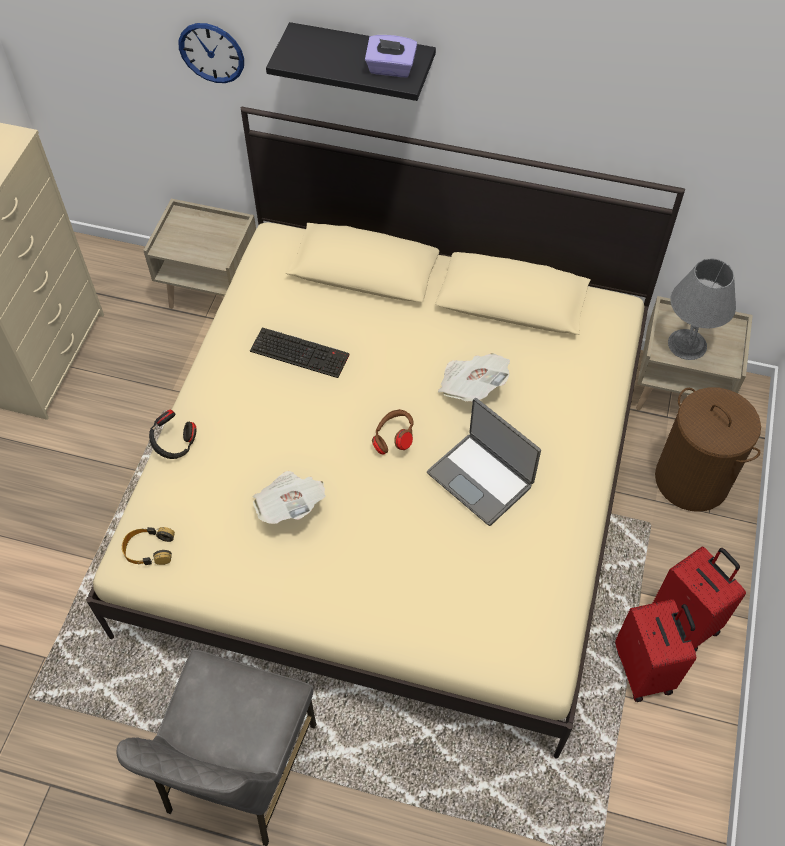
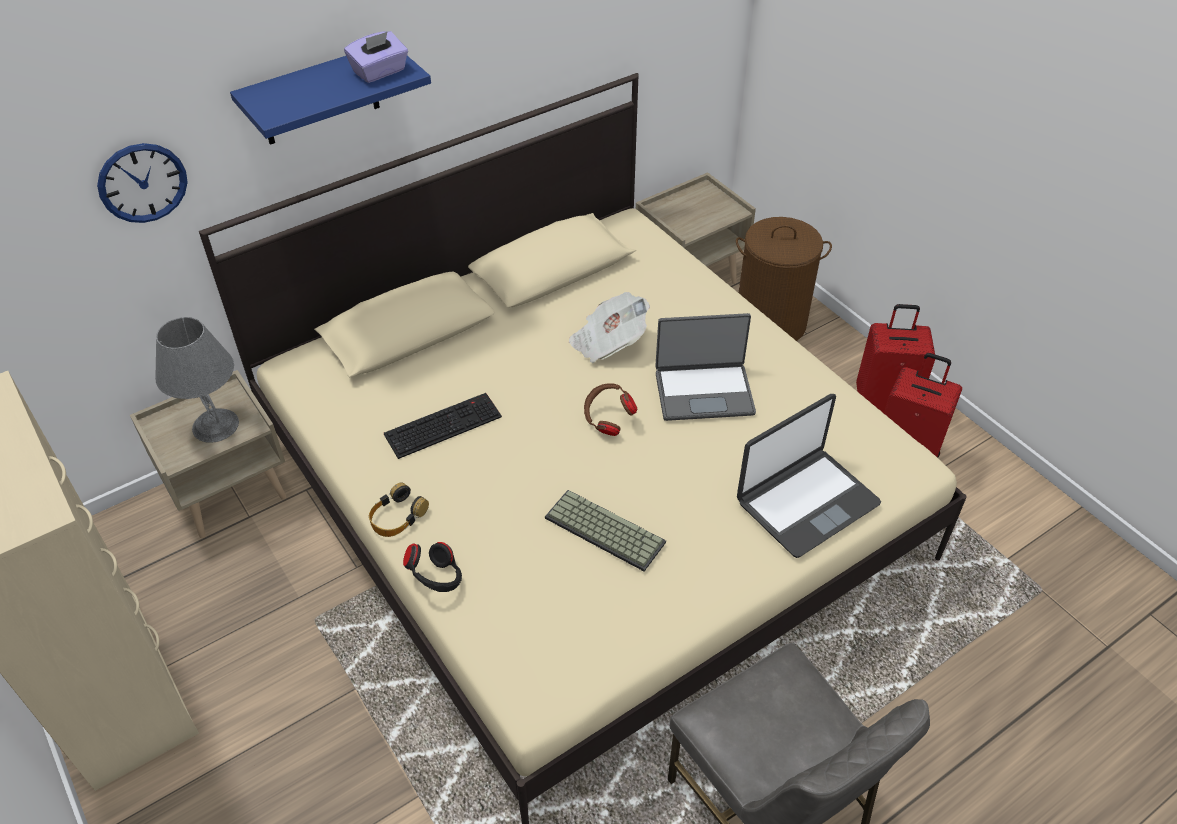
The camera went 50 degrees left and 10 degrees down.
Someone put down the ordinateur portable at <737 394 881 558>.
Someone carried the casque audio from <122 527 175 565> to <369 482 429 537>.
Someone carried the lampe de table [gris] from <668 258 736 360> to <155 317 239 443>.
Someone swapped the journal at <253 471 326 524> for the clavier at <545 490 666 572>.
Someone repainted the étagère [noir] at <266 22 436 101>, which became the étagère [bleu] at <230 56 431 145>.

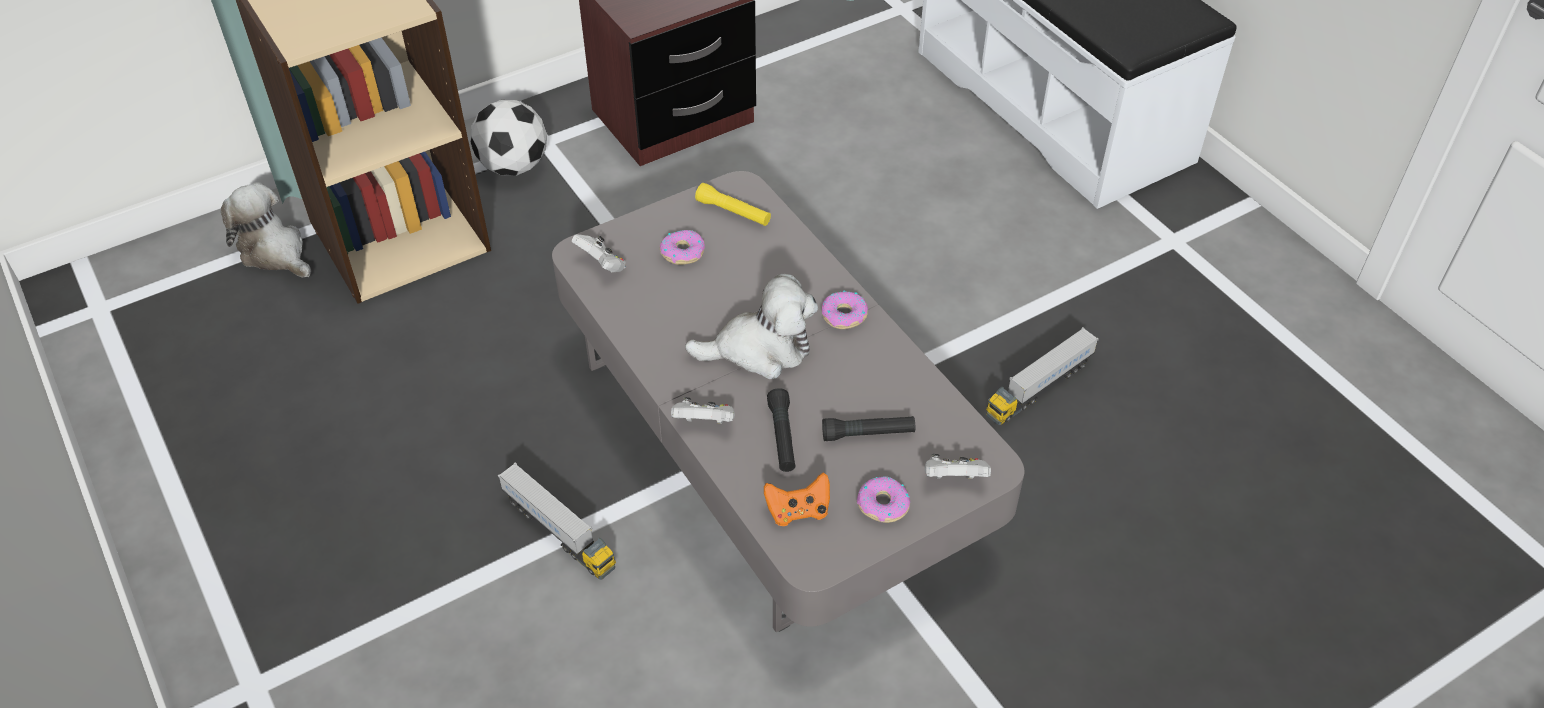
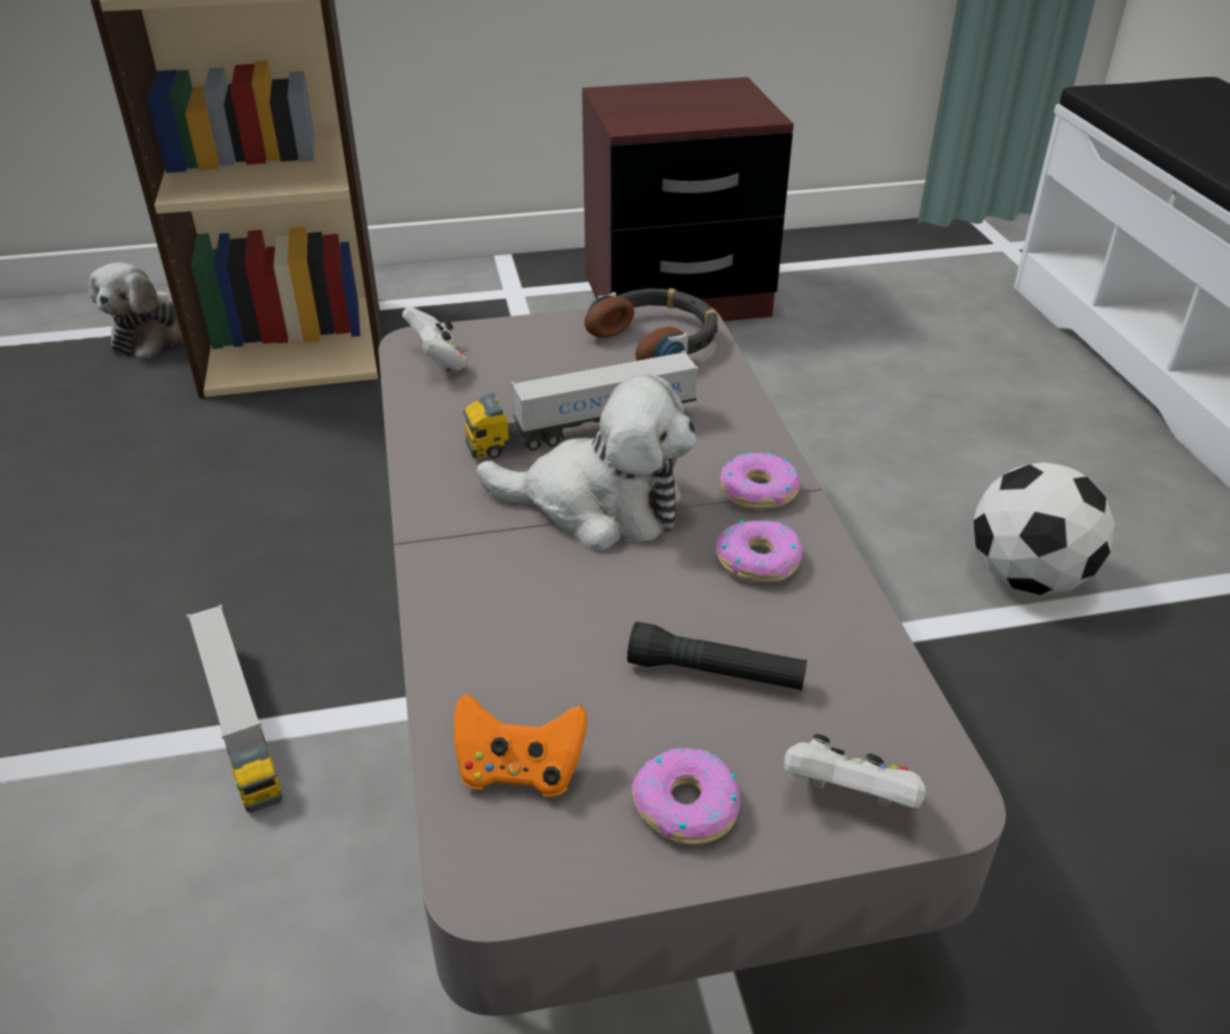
The camera went 20 degrees right and 10 degrees down.
Someone took away the manette [blanc] at <671 397 735 424>.
Someone took away the lampe de poche [noir] at <767 388 795 472>.
Someone carried the ballon de foot from <470 100 547 176> to <973 462 1115 595>.
Someone carried the beignet from <660 230 705 265> to <716 520 802 583>.
Someone carried the camion jouet from <986 327 1099 425> to <463 351 699 458>.
Someone swapped the lampe de poche [jaune] at <695 183 771 226> for the casque audio at <584 288 718 361>.
Someone rotated the peluche at <221 182 311 278> by 135 degrees counterclockwise.

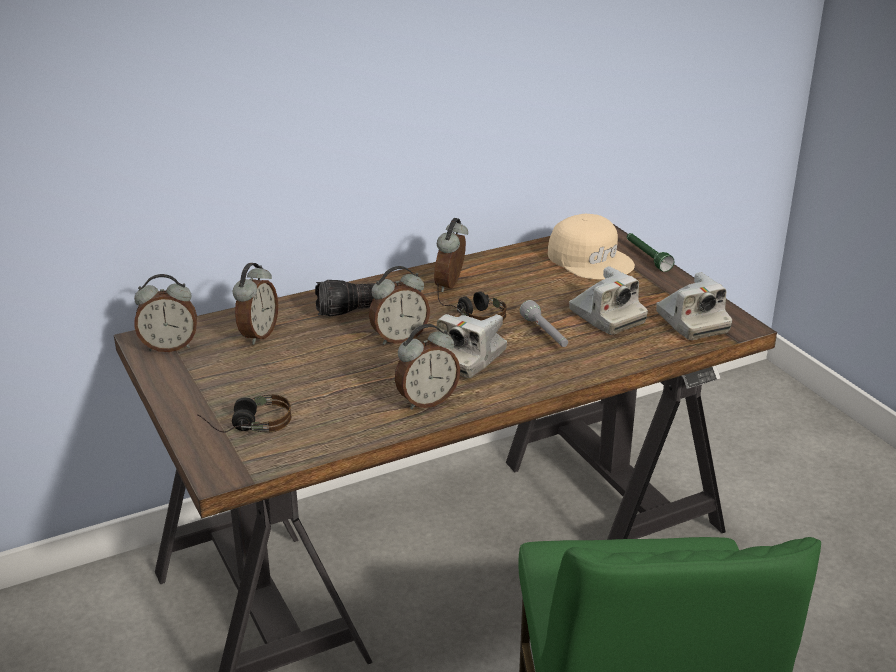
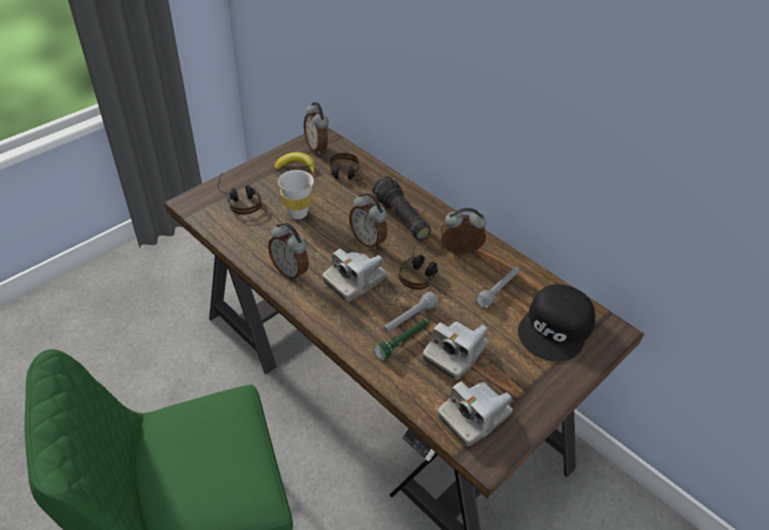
The camera went 70 degrees right and 15 degrees up.
Someone put down the banane at <275 152 315 174>.
Someone put down the tasse [blanc] at <278 170 314 219>.
Someone put down the lampe de poche [gris] at <476 267 520 308>.
Someone carried the lampe de poche [vert] from <627 233 674 272> to <374 318 430 361>.
Someone swapped the réveil at <233 263 278 344> for the casque audio at <329 153 363 182>.
Someone repainted the casquette [beige] at <548 214 635 280>, which became the casquette [noir] at <518 284 595 362>.
Someone rotated the appareil photo at <436 314 507 378> by 60 degrees counterclockwise.

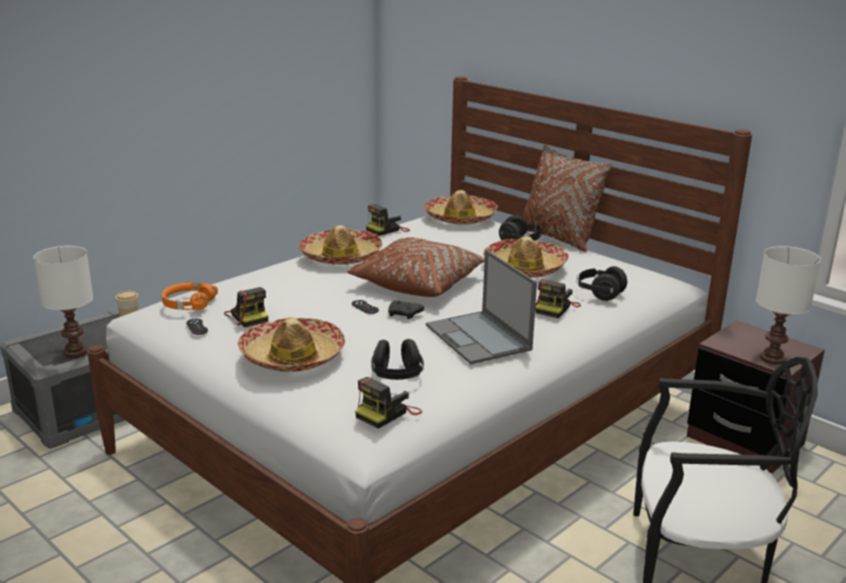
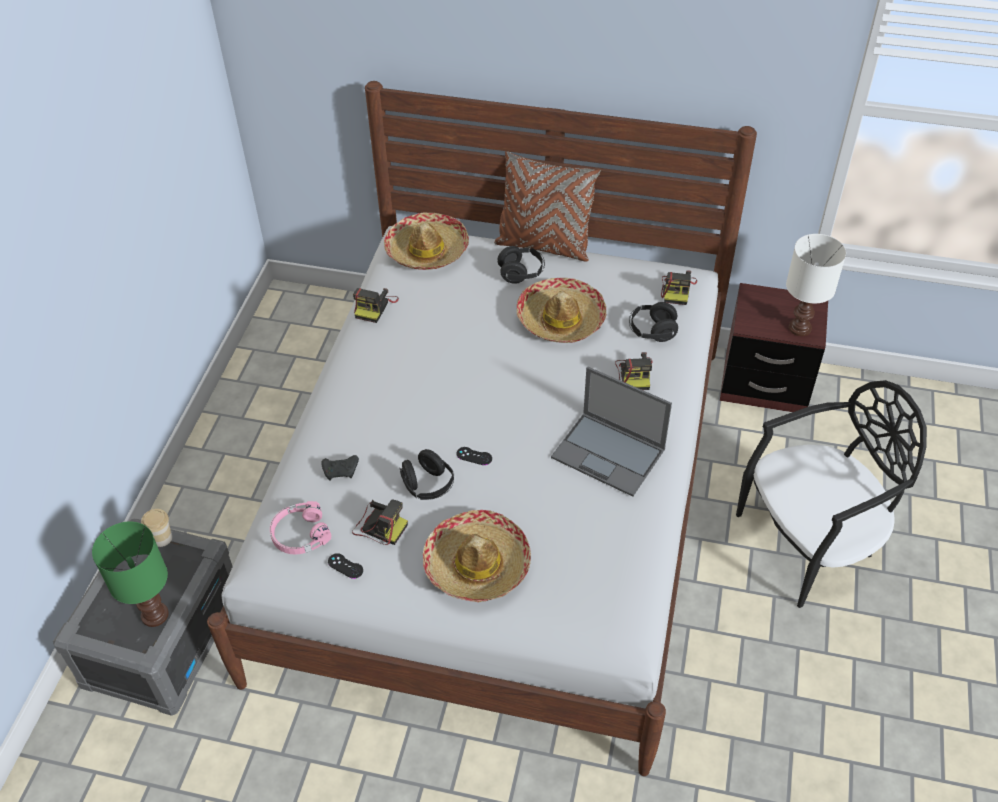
The camera went 30 degrees left and 25 degrees up.
Someone took away the chapeau at <298 225 382 265>.
Someone took away the coussin [marron] at <347 237 485 297>.
Someone carried the appareil photo from <355 377 422 429> to <661 270 697 305>.
Someone carried the casque audio [noir] from <371 339 424 380> to <400 449 454 500>.
Someone carried the manette [noir] from <388 300 424 319> to <321 455 359 481>.
Someone repainted the lampe de table [blanc] at <33 246 93 358>, which became the lampe de table [vert] at <92 522 169 627>.
Someone repainted the casque audio [orange] at <162 282 218 310>, which became the casque audio [rose] at <270 501 331 555>.

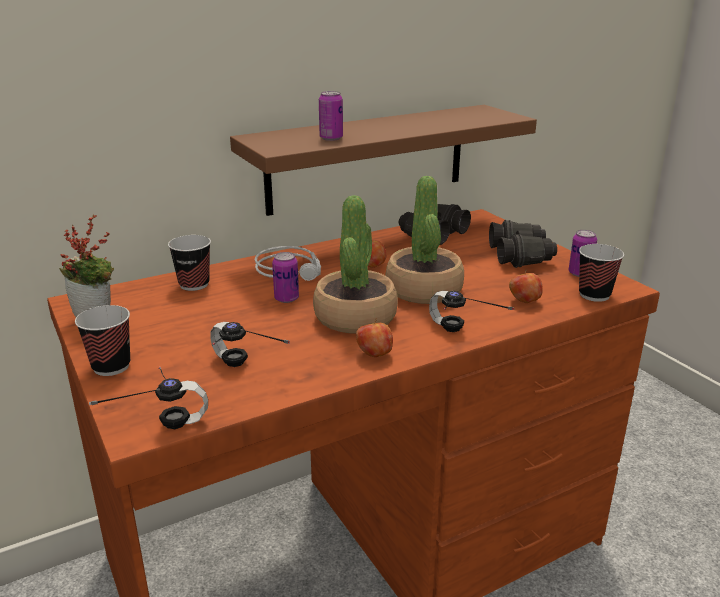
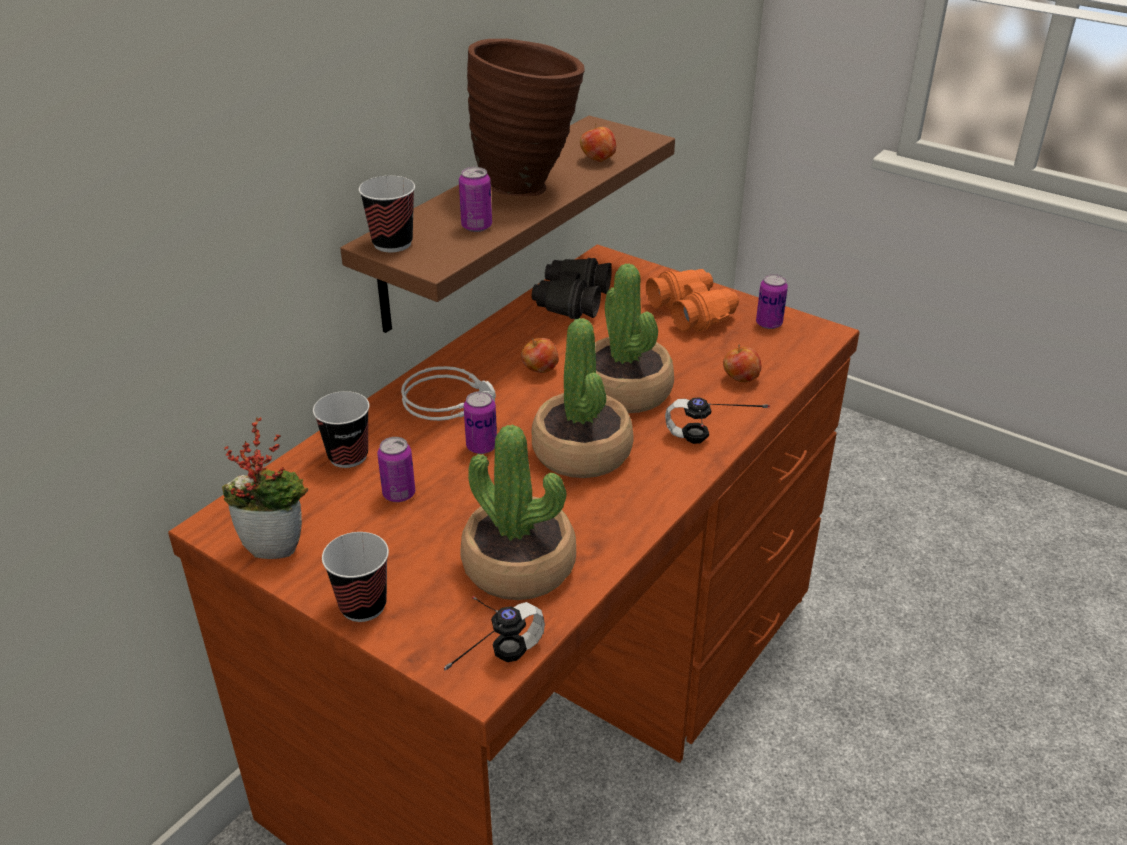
The camera went 25 degrees left and 10 degrees up.
Someone put down the boîte métallique at <377 437 415 502>.
Someone put down the vase [marron] at <467 39 585 196>.
Someone carried the pomme from <356 318 393 357> to <580 123 616 162>.
Someone carried the tasse from <579 244 624 302> to <359 176 415 252>.
Someone swapped the casque audio at <210 322 290 367> for the plante en pot at <460 425 576 600>.
Someone repainted the jumelles [noir] at <489 220 557 268>, which became the jumelles [orange] at <646 269 739 332>.

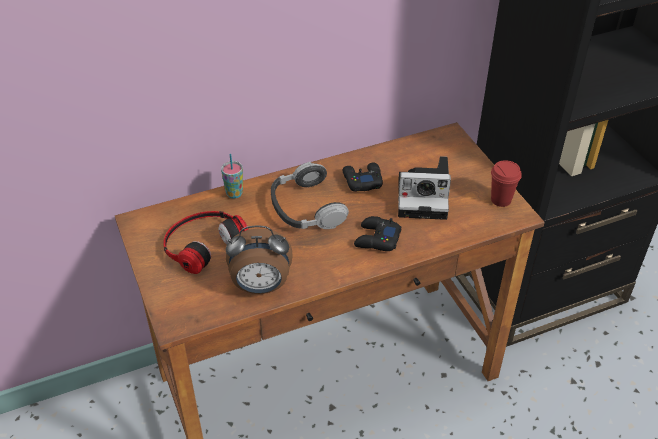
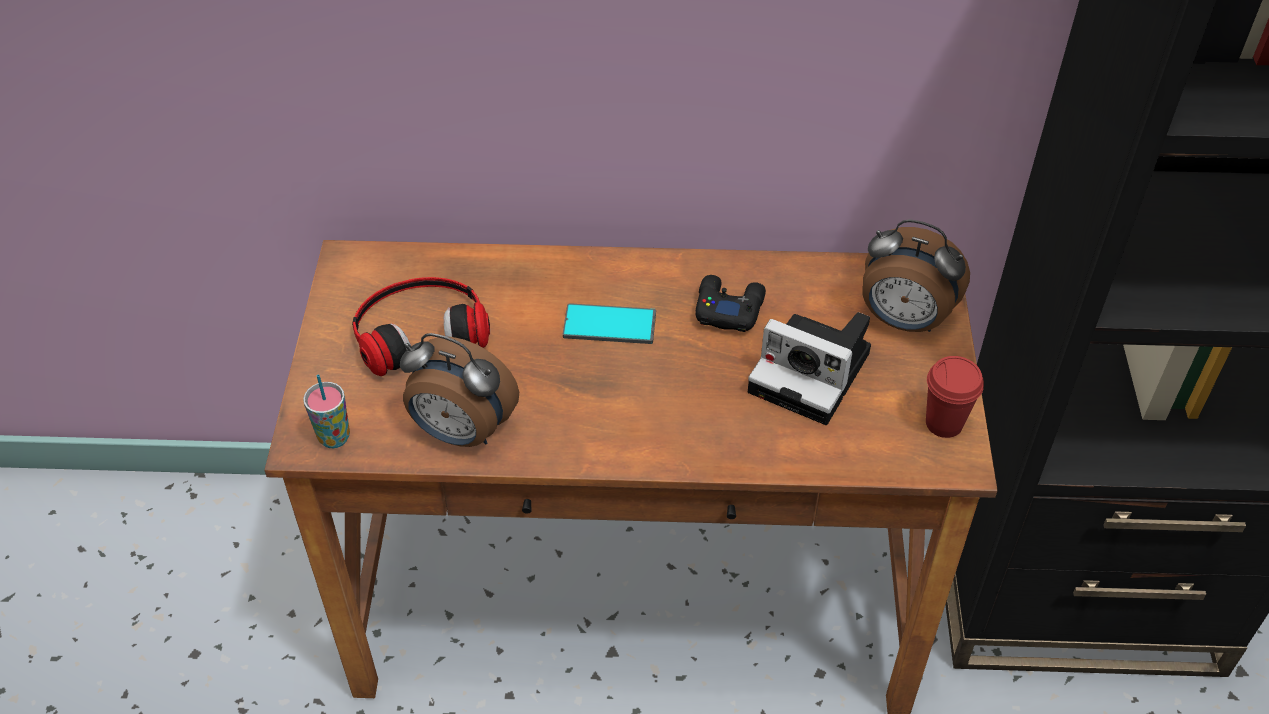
The camera went 25 degrees right and 5 degrees up.
Someone took away the manette [noir] at <354 216 401 251>.
Someone put down the réveil at <863 219 970 332>.
Someone carried the tasse from <221 154 243 199> to <303 375 350 448>.
Someone swapped the casque audio at <271 162 349 229> for the téléphone at <563 303 656 344>.

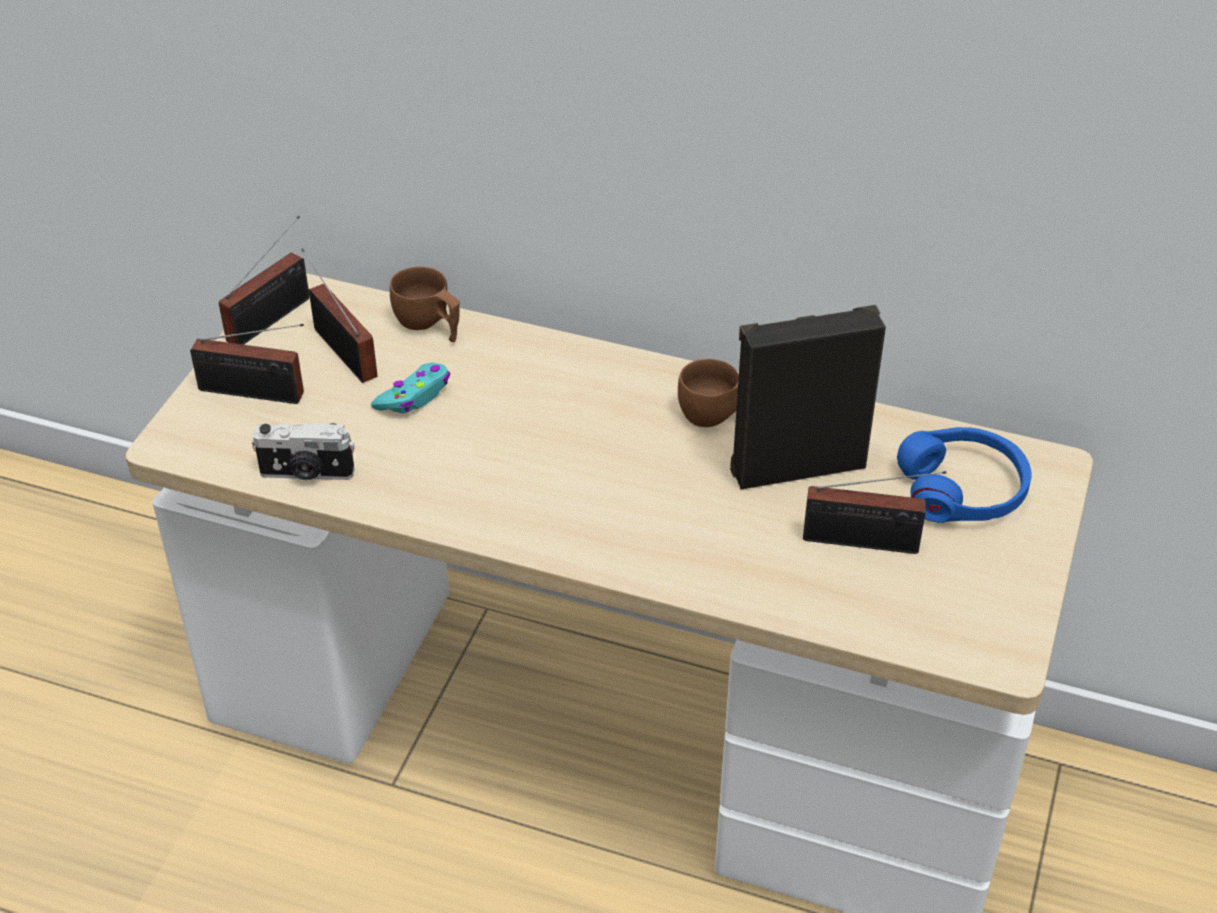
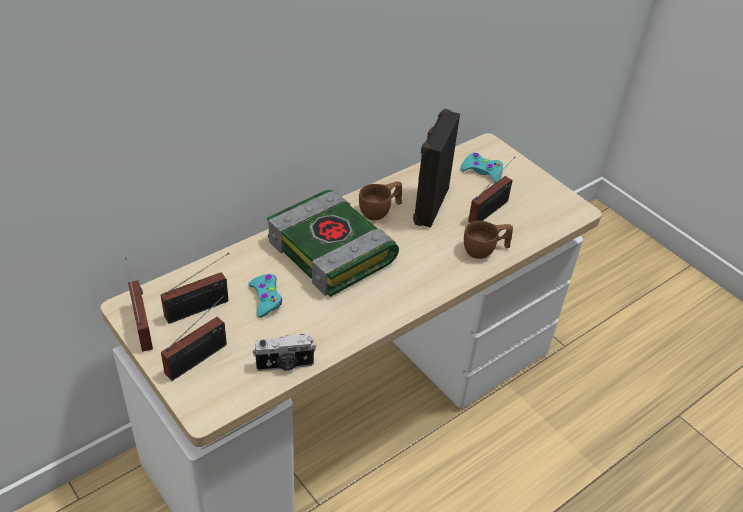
The camera went 60 degrees left and 0 degrees up.
Someone put down the livre at <267 190 399 297>.
Someone carried the tasse [marron] from <390 267 460 342> to <464 221 513 259>.
Someone swapped the casque audio [bleu] at <897 427 1032 523> for the manette [turquoise] at <460 153 503 183>.
Someone rotated the appareil photo at <252 423 354 480> by 45 degrees clockwise.
Someone rotated the radio at <301 248 378 383> by 150 degrees clockwise.

